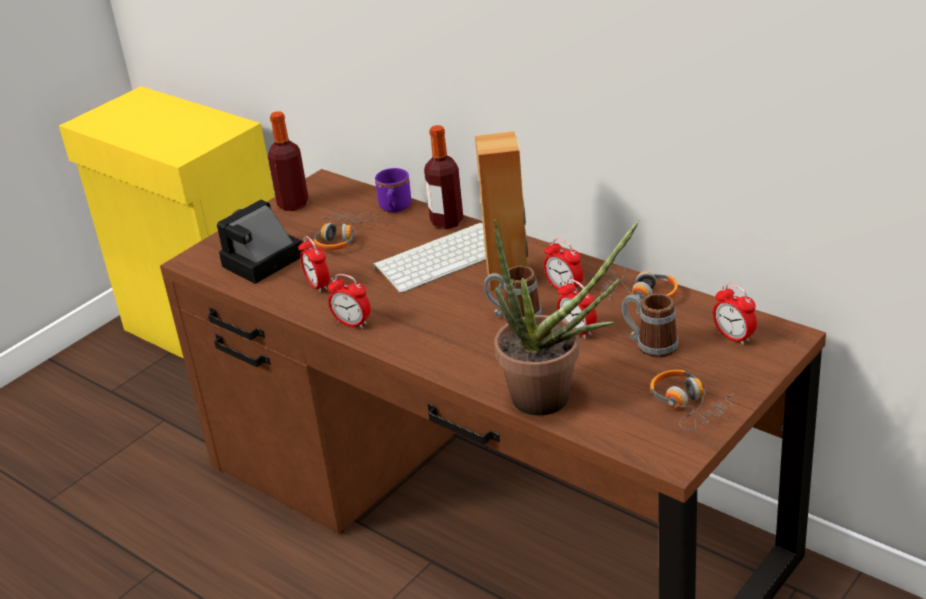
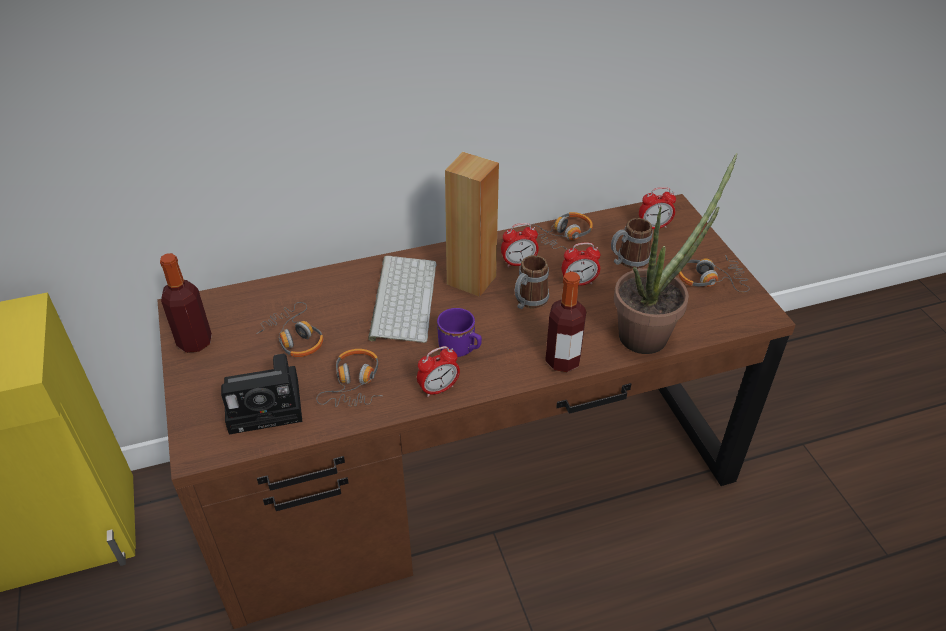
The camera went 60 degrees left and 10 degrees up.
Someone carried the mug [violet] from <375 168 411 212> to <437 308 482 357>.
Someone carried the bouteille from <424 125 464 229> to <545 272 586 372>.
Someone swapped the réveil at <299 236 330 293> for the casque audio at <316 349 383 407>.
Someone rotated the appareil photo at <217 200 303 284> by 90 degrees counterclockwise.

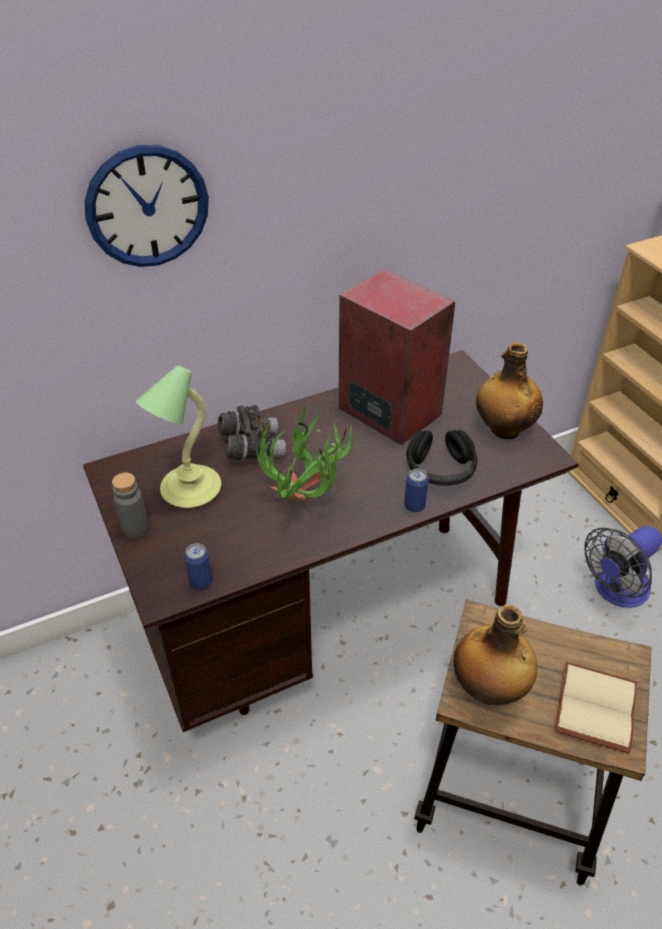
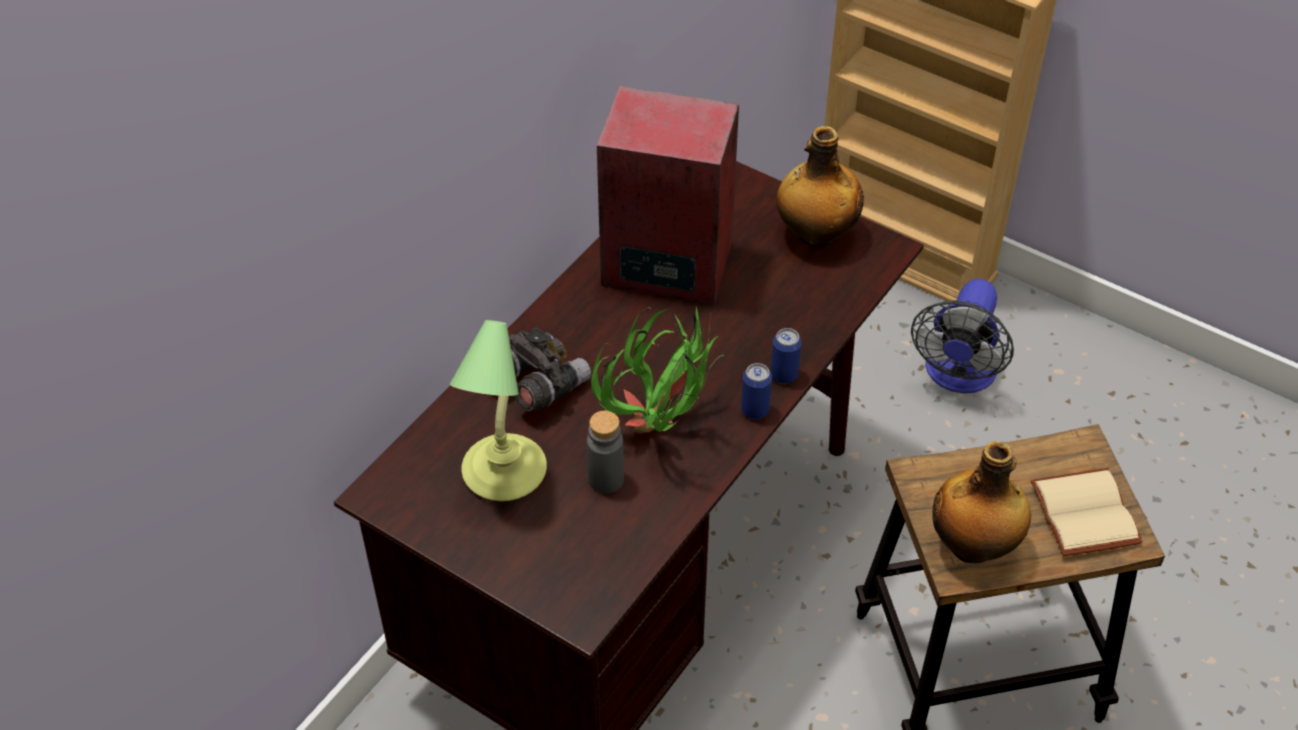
The camera went 30 degrees left and 5 degrees up.
Someone took away the horloge murale at <85 145 209 267>.
Someone took away the casque audio [noir] at <406 430 477 486>.
Someone carried the bouteille [gris] from <112 473 149 538> to <587 411 624 494>.
Someone carried the boîte métallique from <184 543 212 590> to <741 363 772 419>.

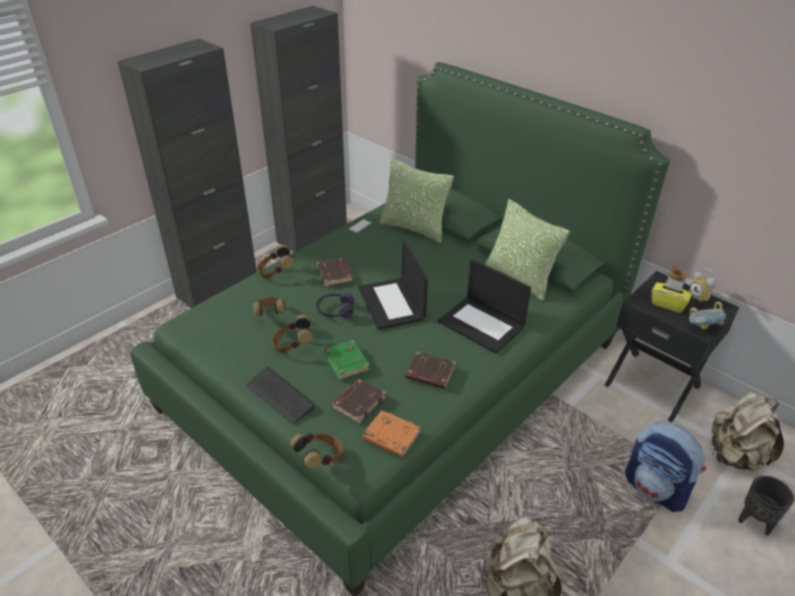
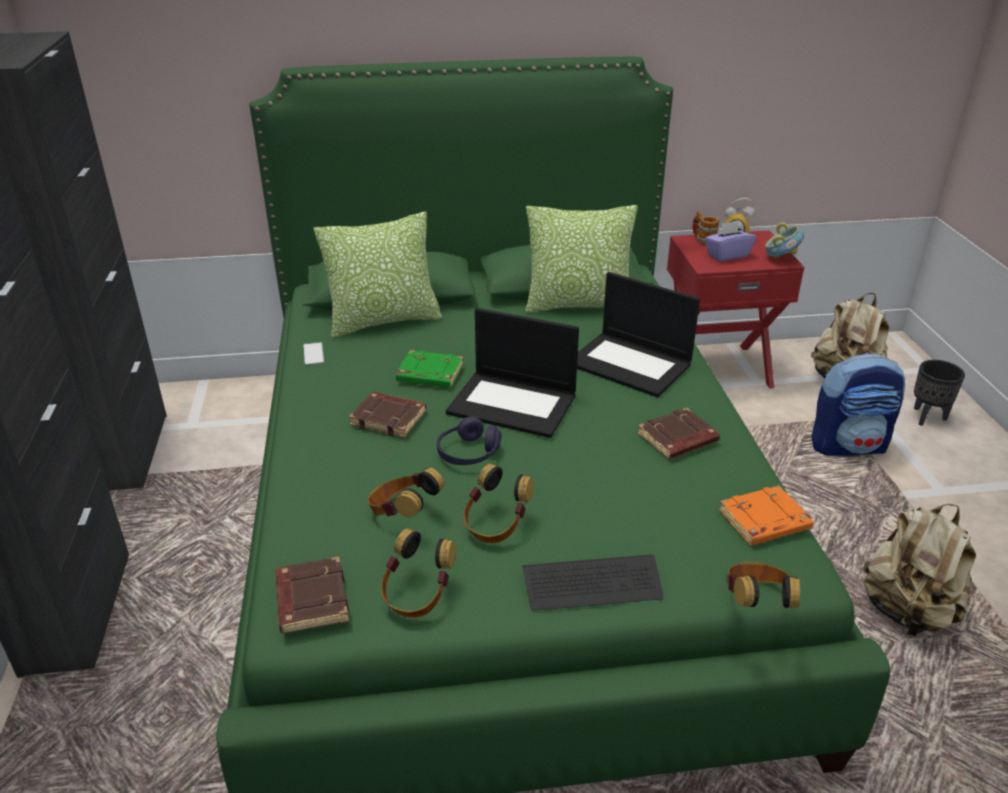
The camera went 50 degrees left and 5 degrees down.
Someone carried the casque audio from <257 245 294 279> to <381 528 456 618>.
Someone carried the livre [vert] from <323 340 370 380> to <396 350 464 388>.
Someone carried the livre [marron] from <331 378 386 424> to <275 557 349 633>.
Someone repainted the table de chevet [noir] at <604 271 739 423>, which became the table de chevet [rouge] at <667 231 805 388>.
Someone repainted the boîte à mouchoirs [jaune] at <652 278 692 313>, which became the boîte à mouchoirs [violet] at <705 221 756 262>.
Someone rotated the ordinateur portable at <438 259 531 354> by 45 degrees clockwise.

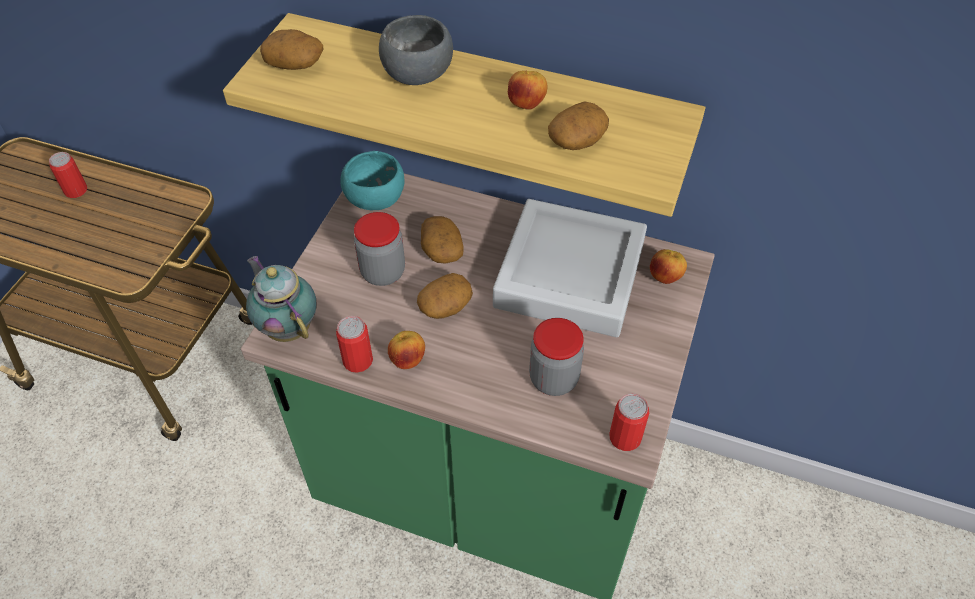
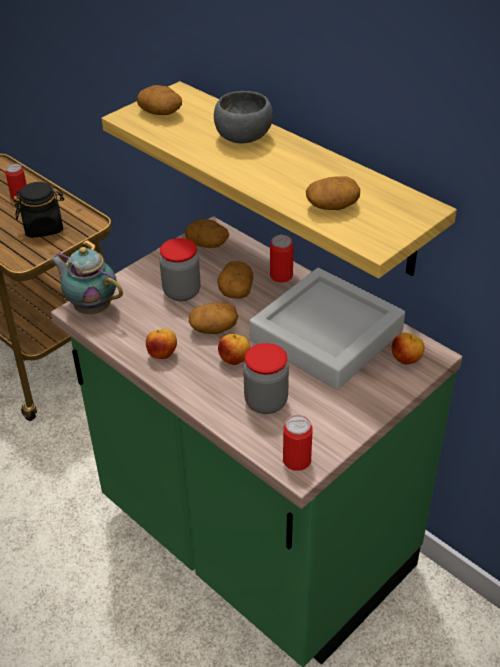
The camera went 25 degrees right and 10 degrees down.
Someone put down the bocal [noir] at <13 182 64 238>.
Someone carried the boîte métallique from <336 316 373 373> to <270 235 294 283>.
Someone carried the pomme from <508 71 547 110> to <218 334 250 365>.
Someone swapped the bol [turquoise] at <340 151 404 210> for the pomme de terre at <185 219 229 248>.
Someone rotated the théière at <246 256 317 342> by 45 degrees counterclockwise.

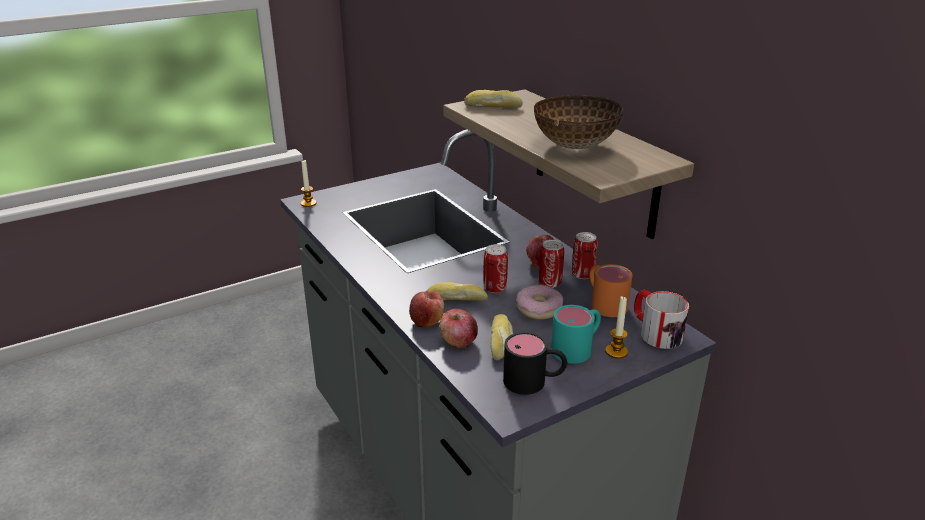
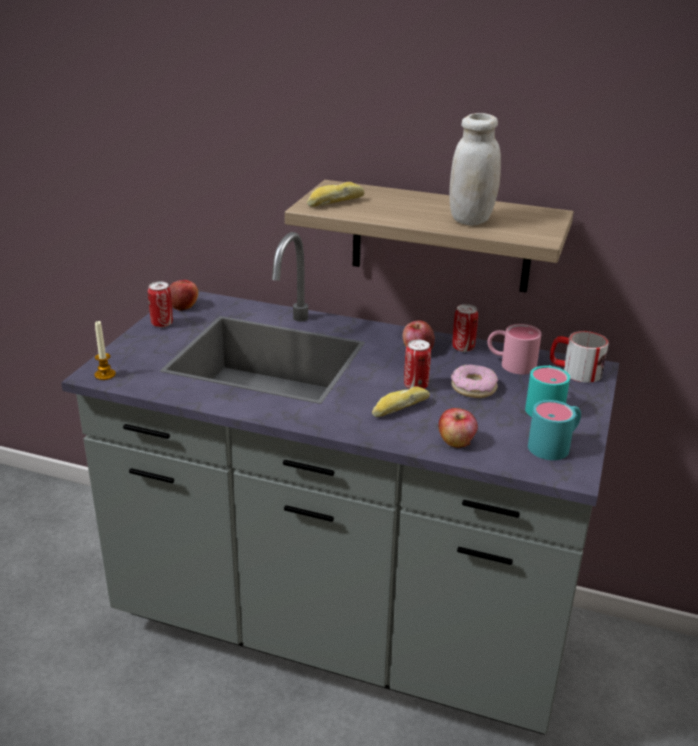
The camera went 40 degrees left and 0 degrees up.
Someone took away the pain at <490 314 513 361>.
Someone took away the bougie at <605 296 628 359>.
Someone carried the pomme from <409 291 445 327> to <169 280 198 311>.
Someone carried the boîte métallique from <539 240 564 288> to <148 282 173 328>.
Someone swapped the bol at <534 95 623 149> for the bocal [blanc] at <449 113 501 226>.
Someone repainted the mug [noir] at <503 332 567 395>, which became the mug [turquoise] at <528 400 581 460>.
Someone repainted the mug [orange] at <590 264 632 317>, which became the mug [rose] at <488 324 542 374>.

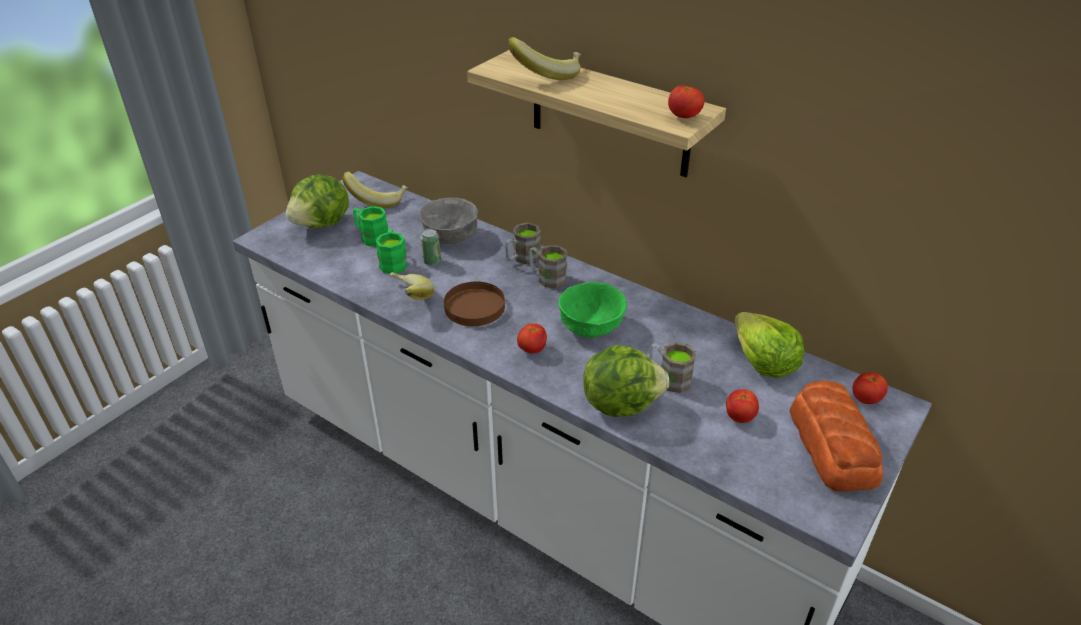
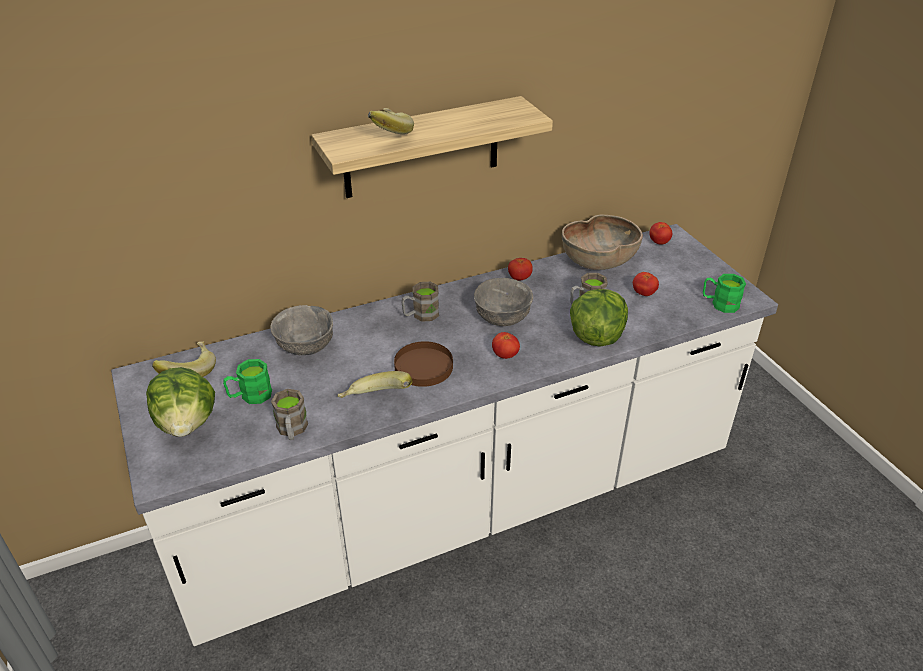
The camera went 60 degrees left and 0 degrees up.
Someone took away the boîte métallique at <420 228 441 265>.
Someone took away the pain at <790 381 883 492>.
Someone carried the mug [vert] from <375 229 408 274> to <703 274 746 313>.
Someone carried the mug [marron] from <505 222 541 264> to <271 389 308 440>.
Someone carried the tomate from <668 85 705 118> to <508 258 533 280>.
Someone swapped the laitue at <735 312 804 378> for the bol [marron] at <562 215 643 270>.
Someone repainted the bol [vert] at <558 282 627 338>, which became the bol [gris] at <474 278 533 326>.

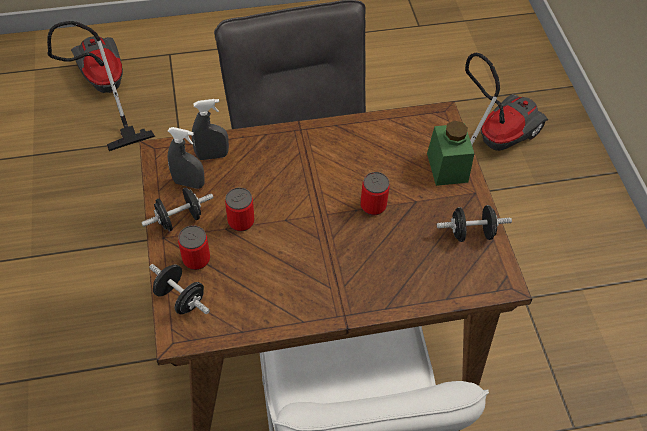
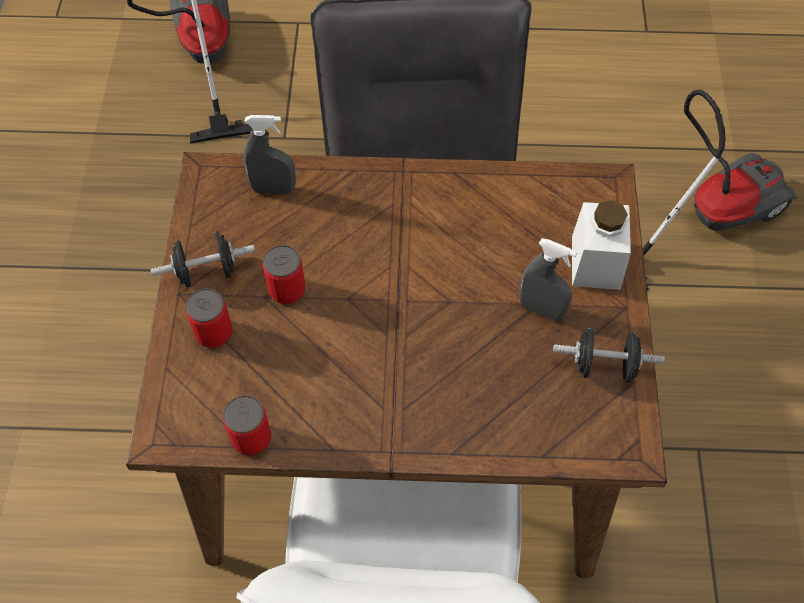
The camera went 15 degrees right and 5 degrees up.
Someone took away the haltère [noir] at <149 264 210 314>.
Someone carried the vaporisateur [gris] from <168 127 205 189> to <520 239 578 321>.
Someone carried the boîte métallique from <360 172 390 215> to <223 396 271 455>.
Someone repainted the bocal [vert] at <427 121 474 186>, which became the bocal [blanc] at <572 200 631 290>.

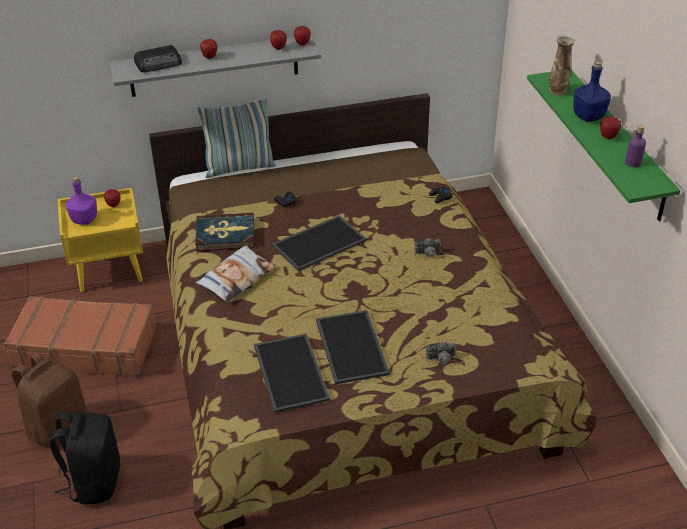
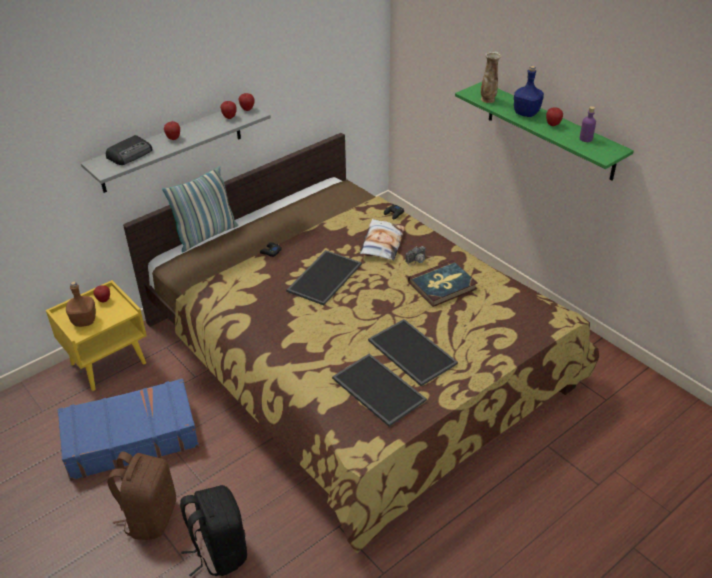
The camera went 25 degrees left and 0 degrees up.
Someone took away the appareil photo at <426 341 464 365>.
Someone carried the livre from <195 213 255 251> to <408 260 478 307>.
Someone carried the coussin from <196 245 275 302> to <360 219 405 260>.
Someone repainted the valise [marron] at <4 296 156 377>, which became the valise [bleu] at <58 378 199 481>.
Someone repainted the bouteille [violet] at <66 177 97 225>, which became the bouteille [marron] at <66 282 96 327>.

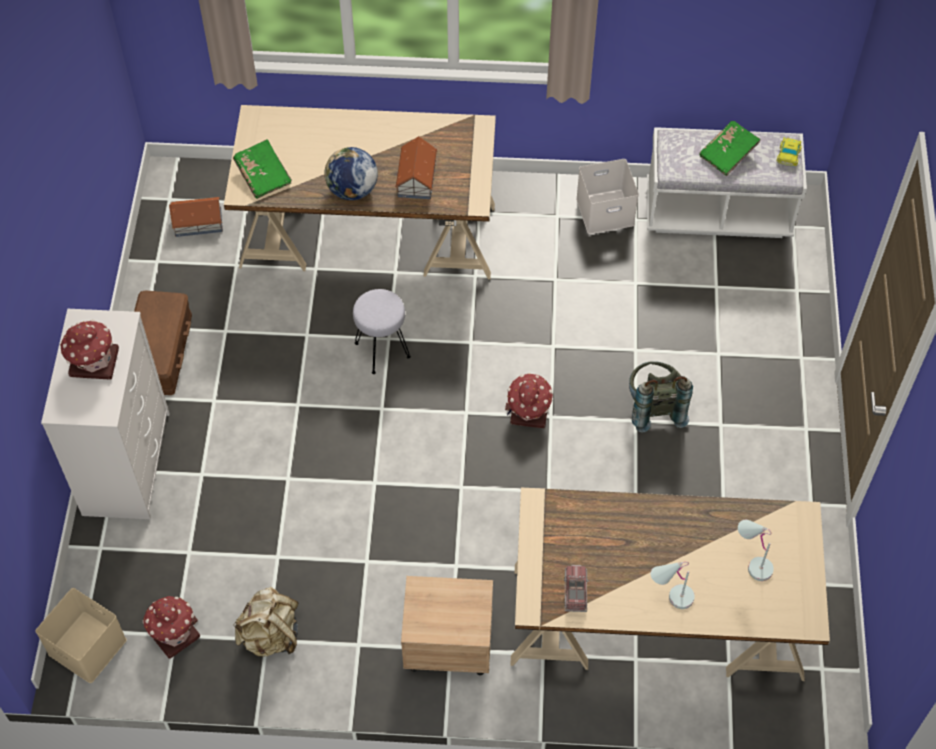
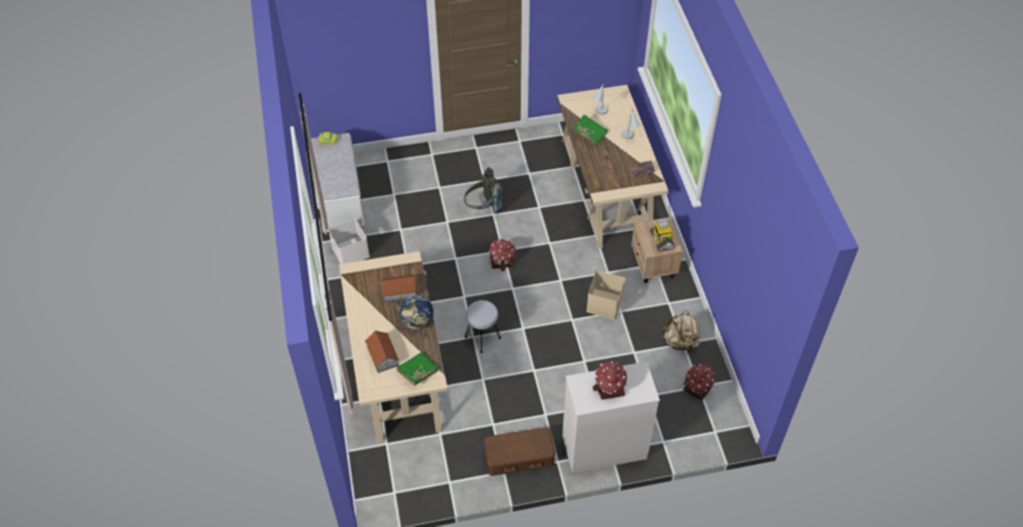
The camera went 105 degrees left and 5 degrees down.
Someone put down the robot jouet at <649 218 675 252>.
Someone carried the boîte de rangement [beige] from <35 588 127 683> to <586 270 626 320>.
Someone carried the maison miniature from <169 197 223 237> to <365 331 399 373>.
Someone carried the livre [vert] from <699 121 761 176> to <573 114 608 146>.

